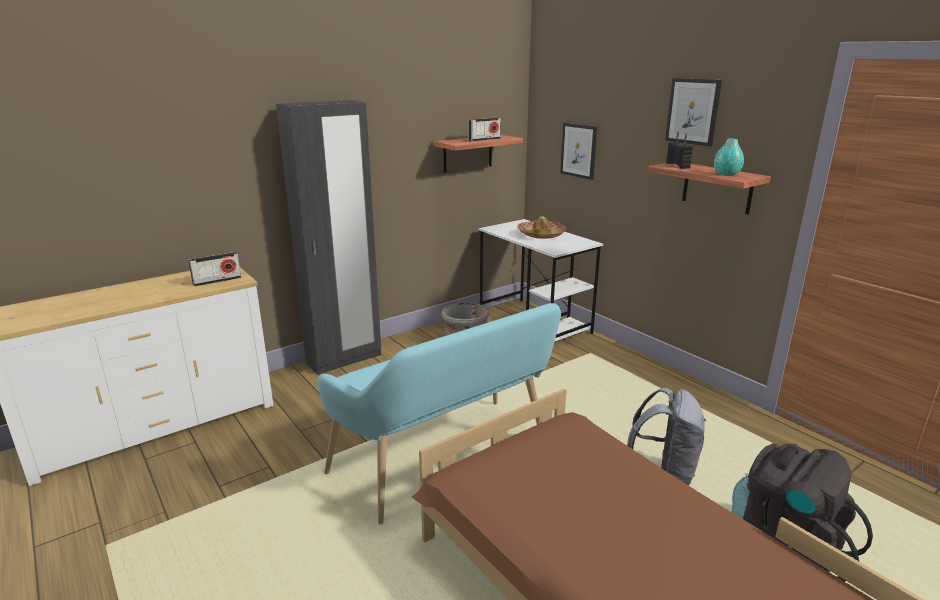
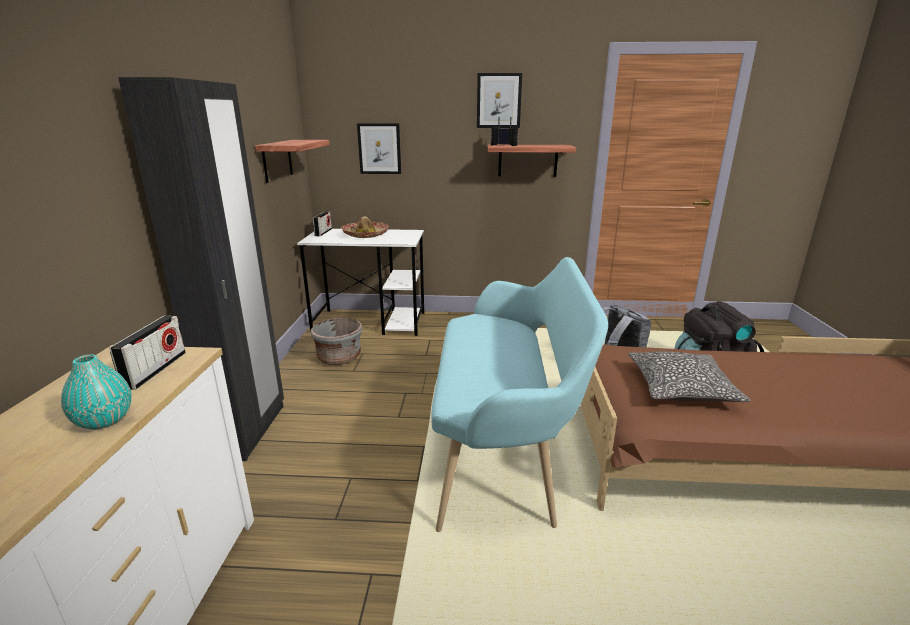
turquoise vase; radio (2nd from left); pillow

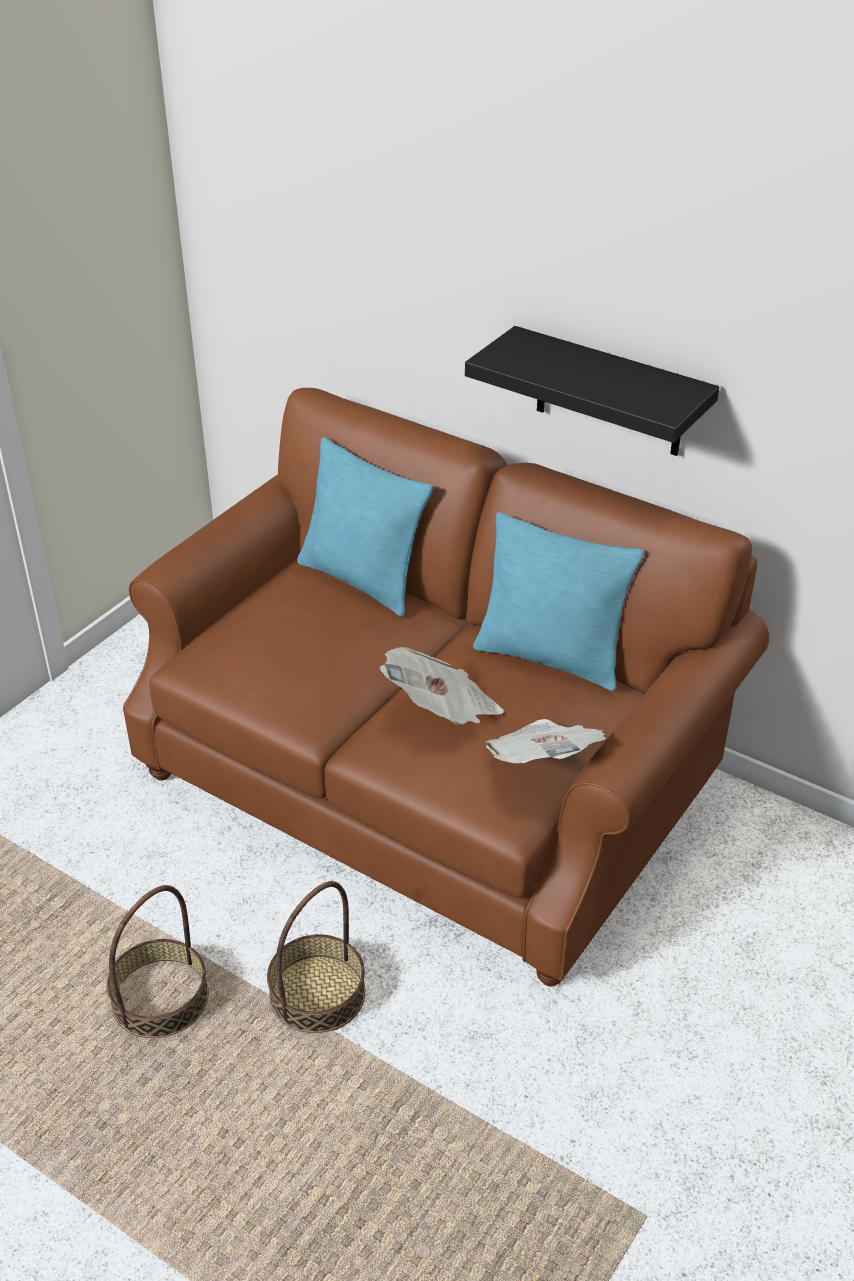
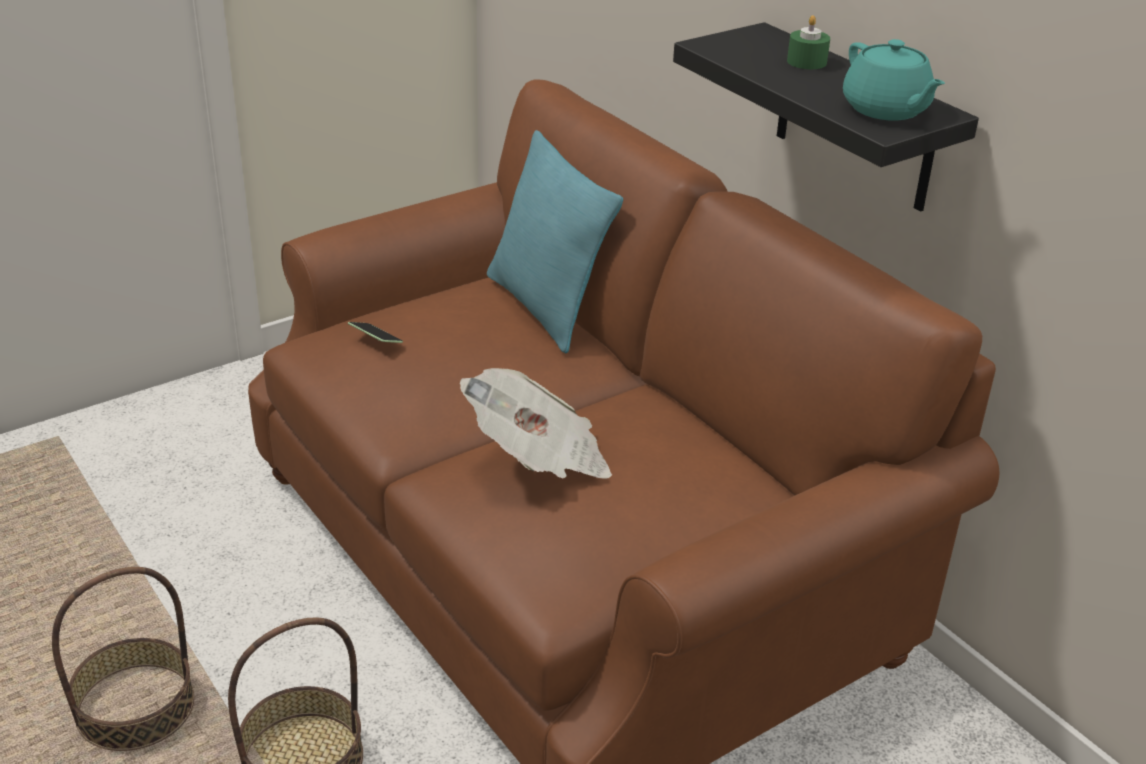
phone; green candle; turquoise teapot; turquoise pillow (2nd from left in the first image); newspaper (2nd from left in the first image)

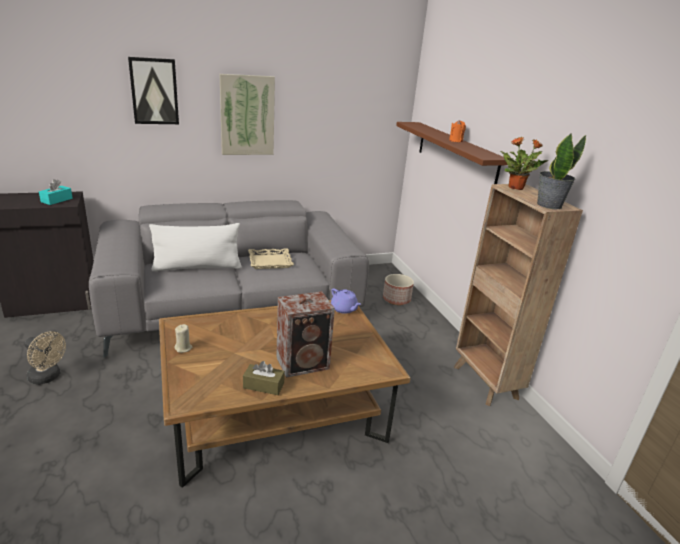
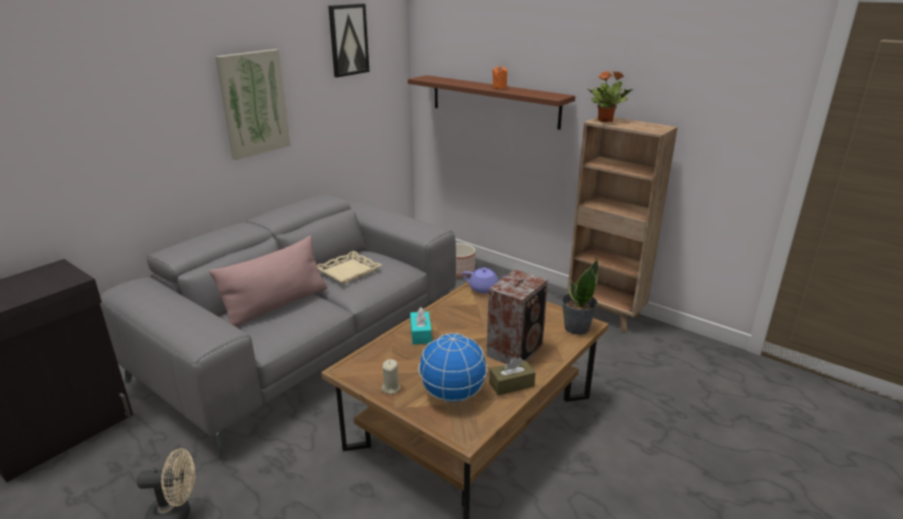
pink pillow; picture (2nd from left); turquoise tissue box; globe; potted plant (1st from left)

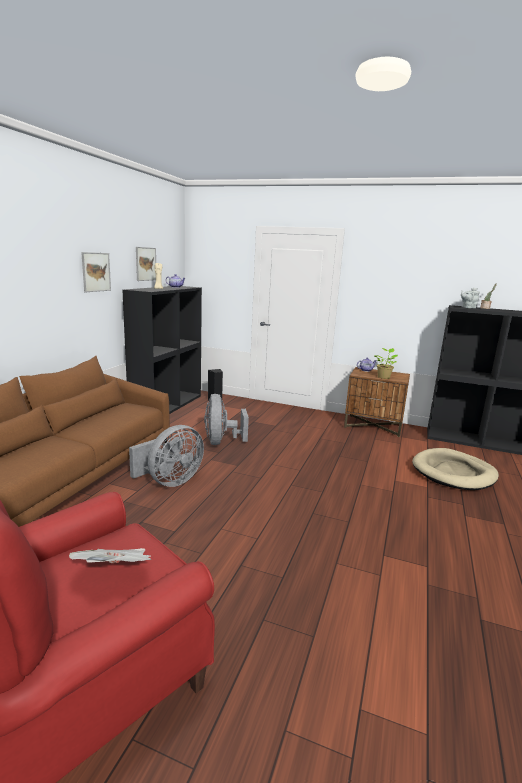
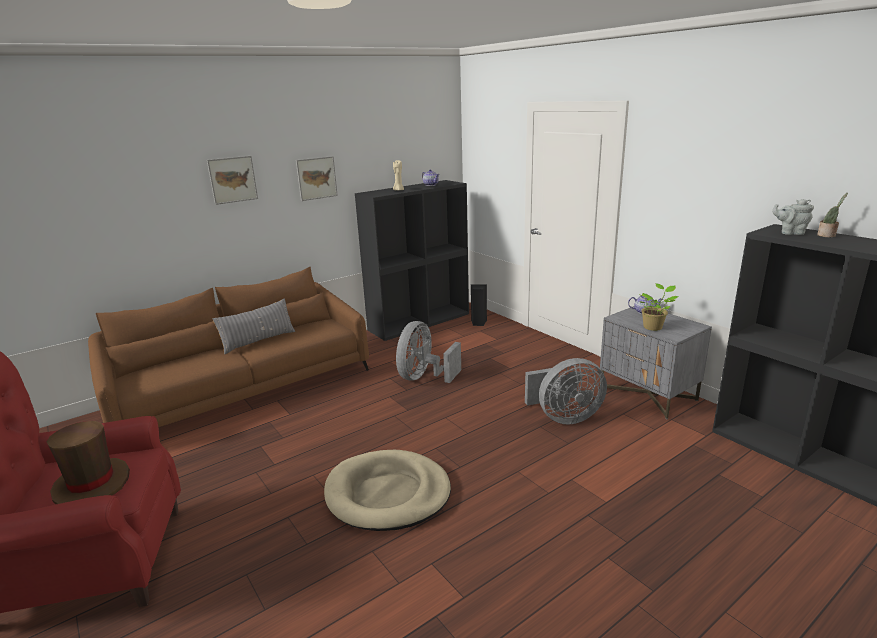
brown hat; picture (1st from left); grey pillow; beige dog bed; grey fan (2nd from left); grey nightstand

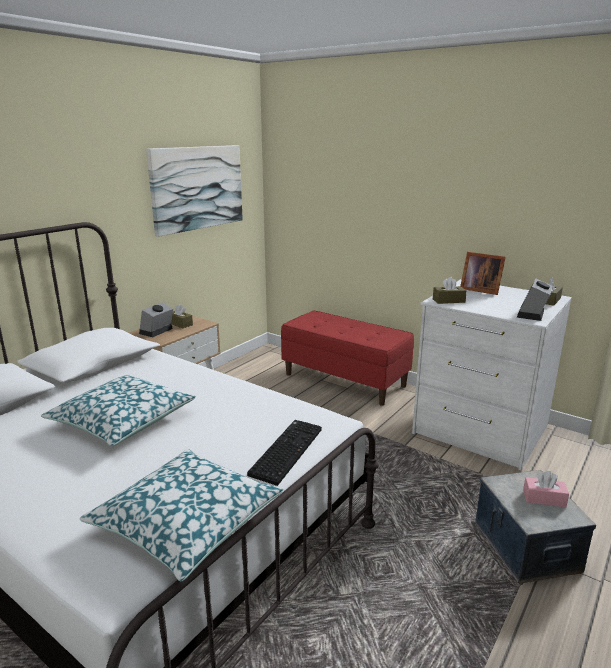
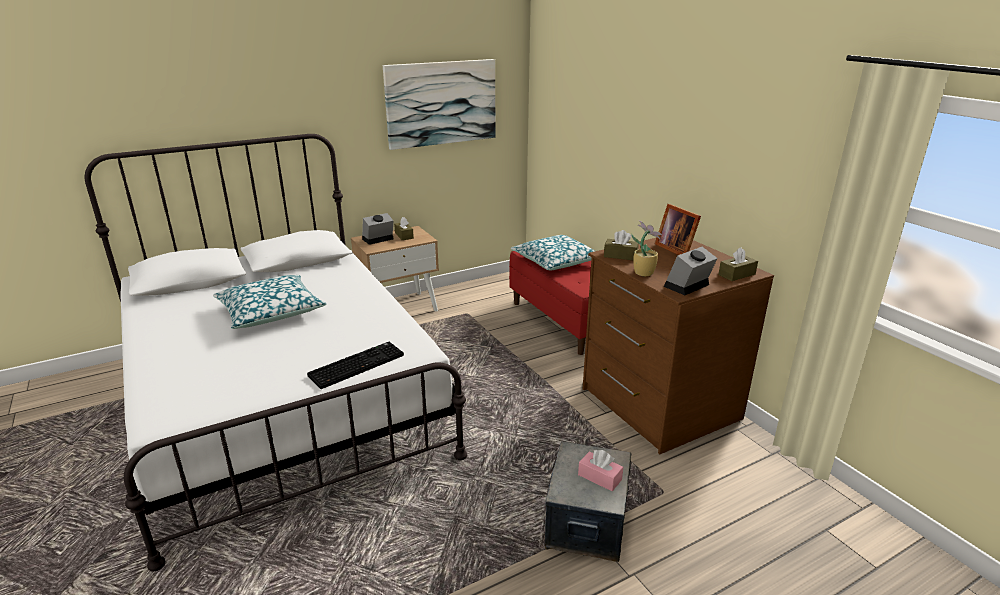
pillow (2nd from left); brown dresser; potted plant

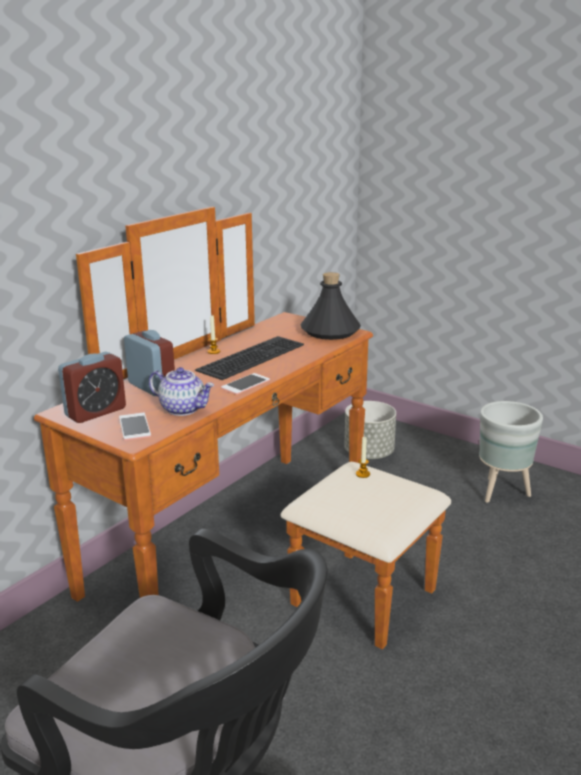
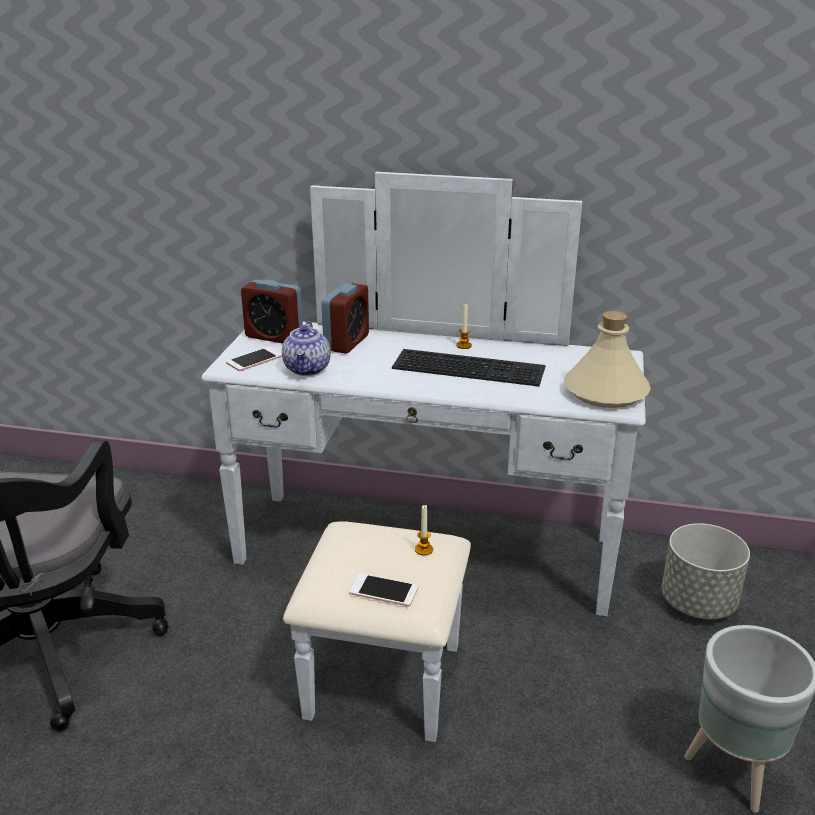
white dresser; phone (2nd from left); beige bottle

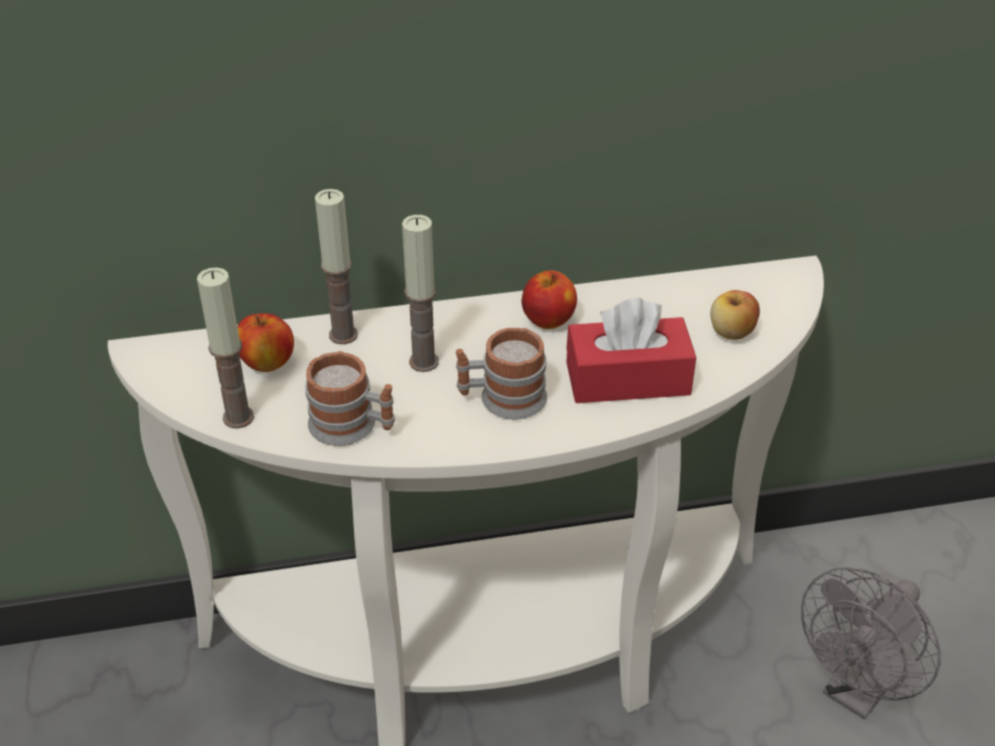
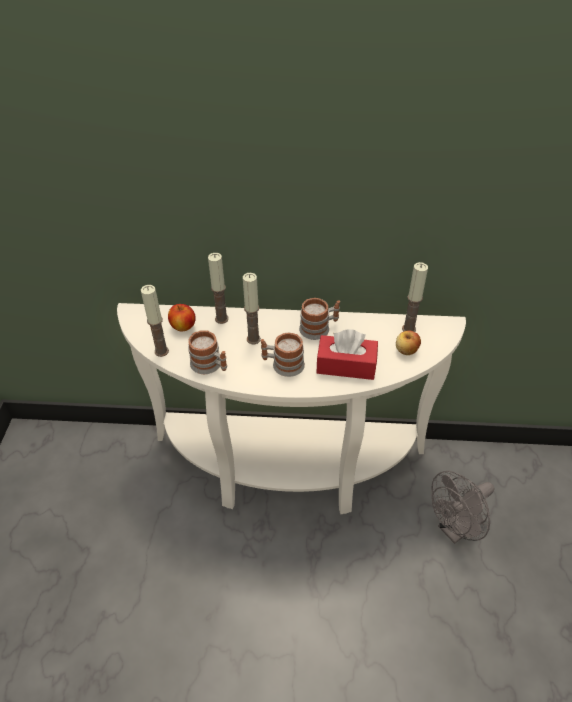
mug (3rd from left); candle (4th from left)

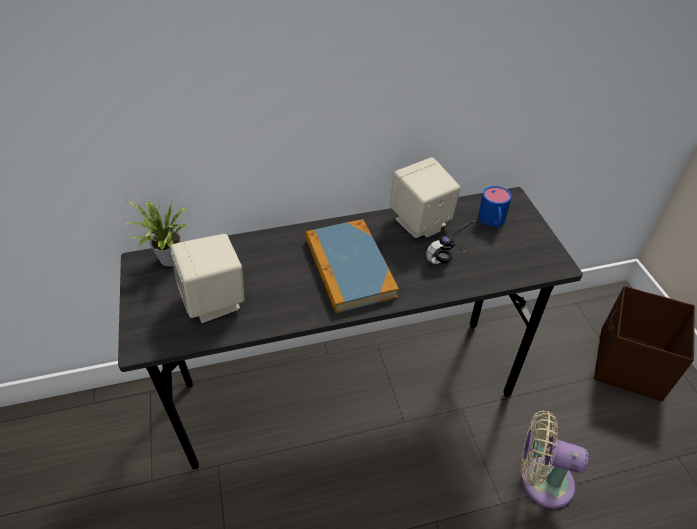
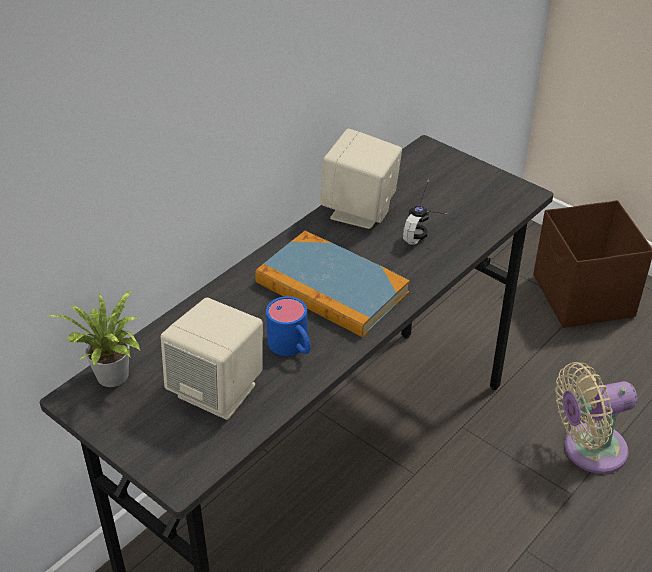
blue mug

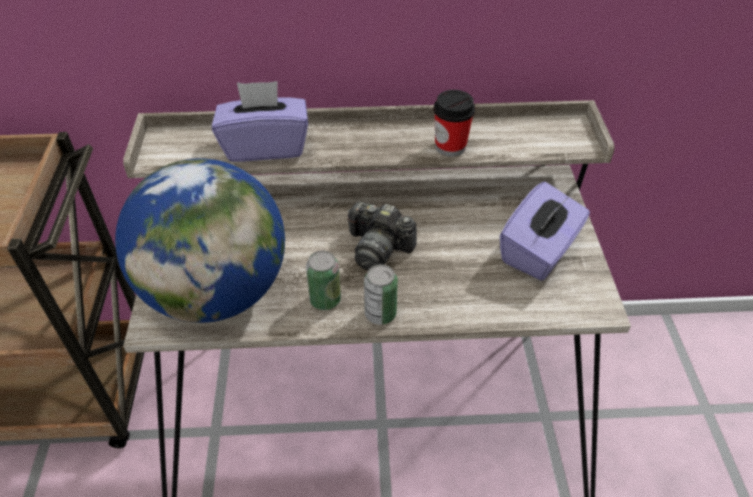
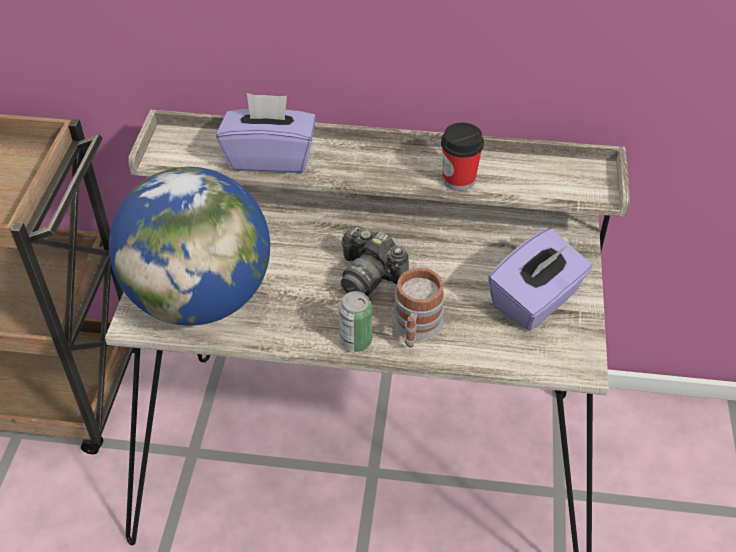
mug; can (1st from left in the first image)

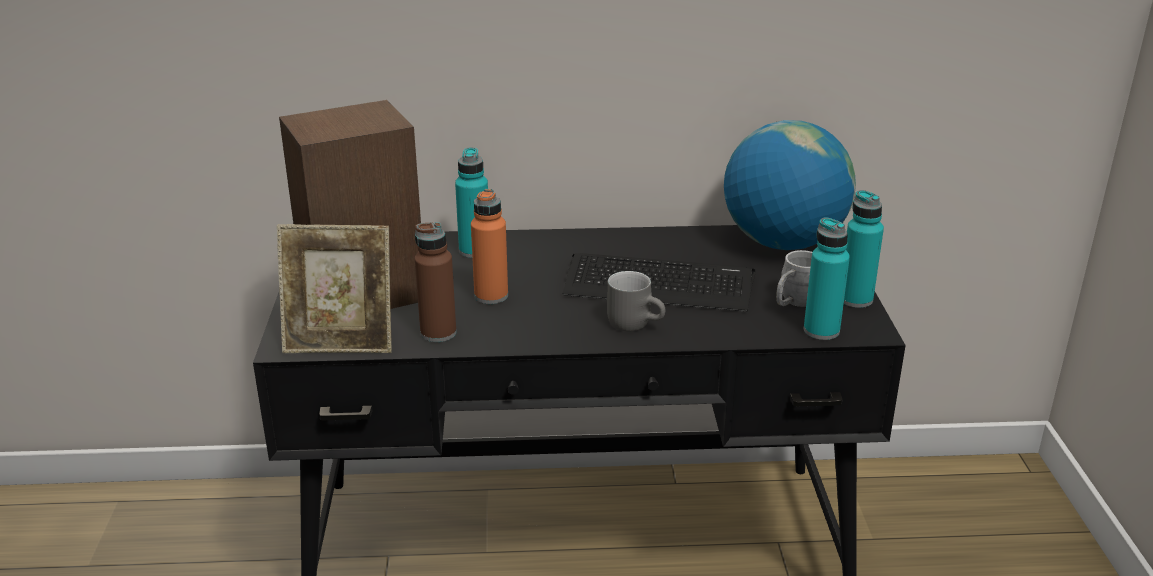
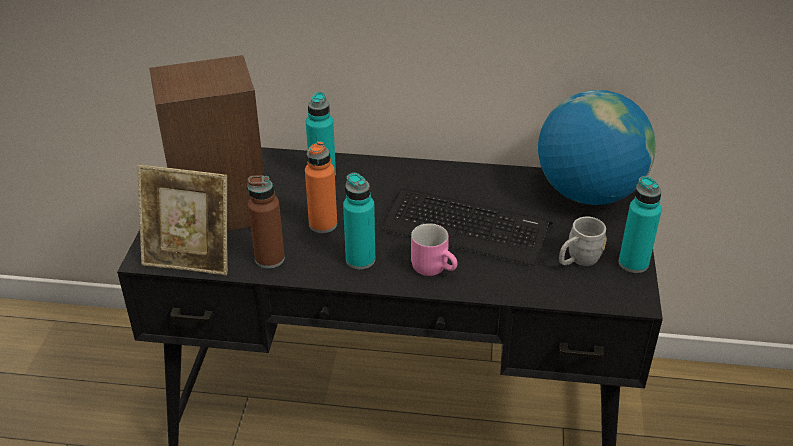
turquoise bottle (2nd from left); pink mug

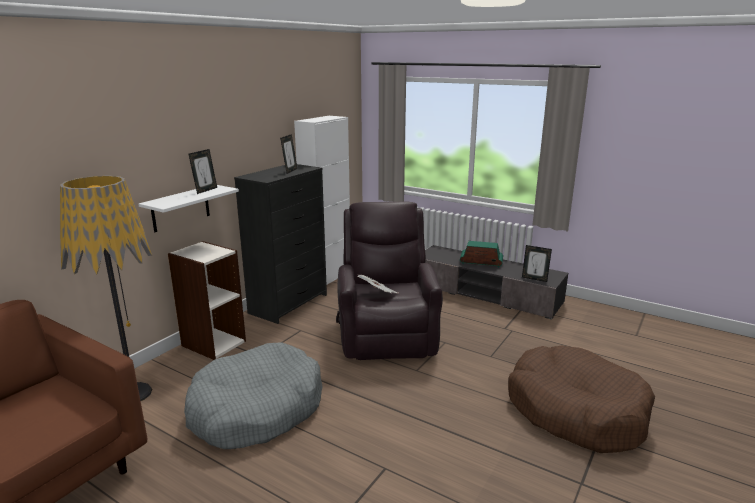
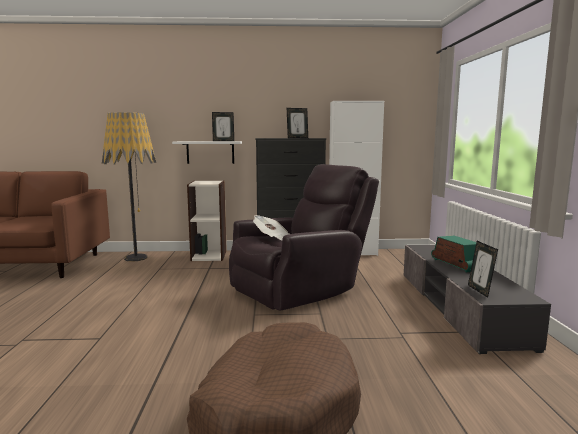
grey dog bed

